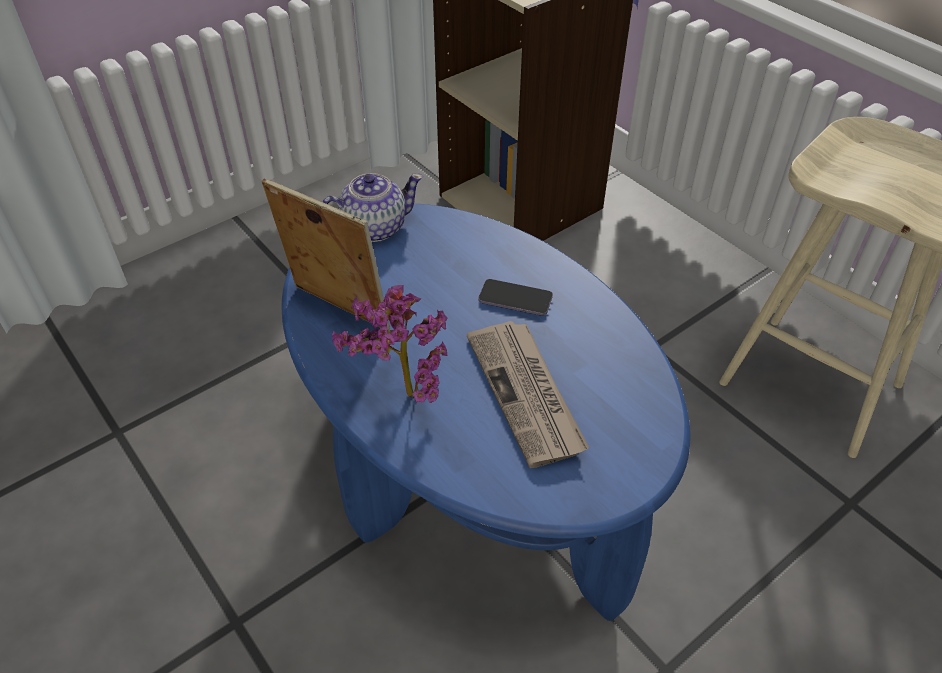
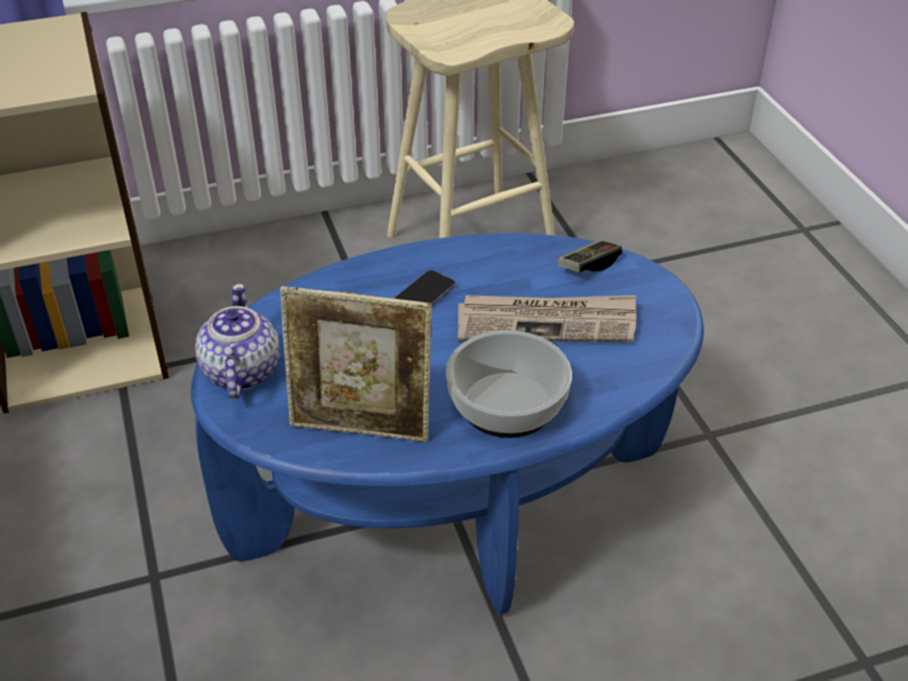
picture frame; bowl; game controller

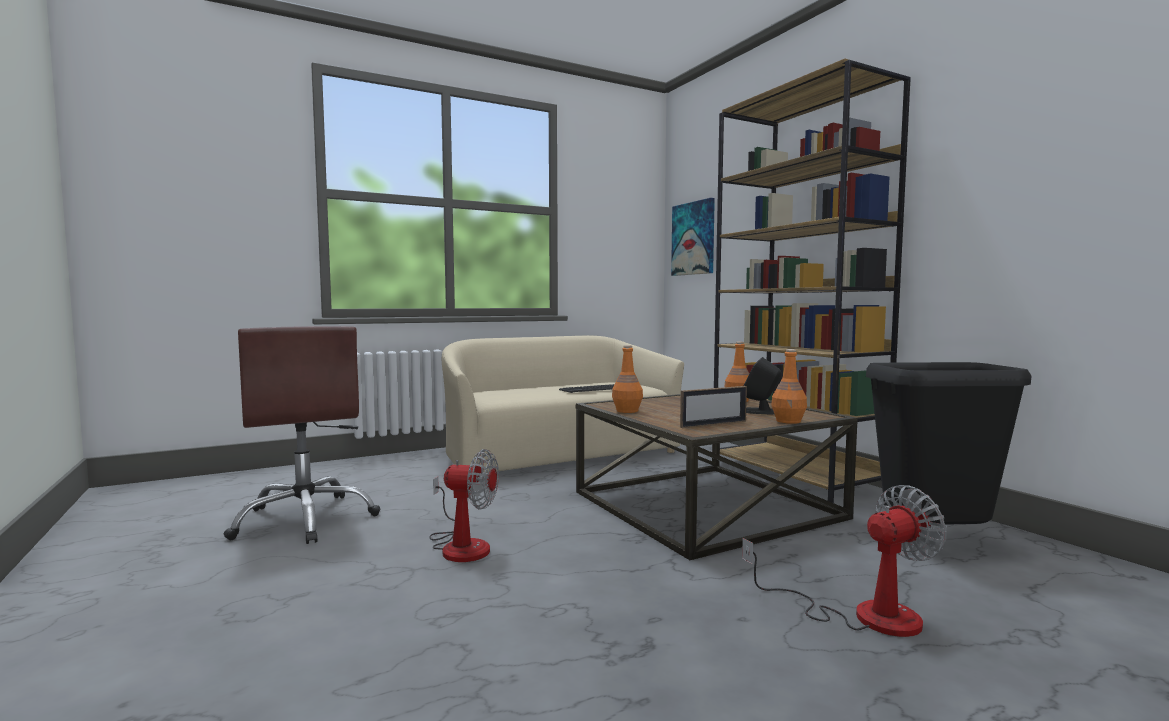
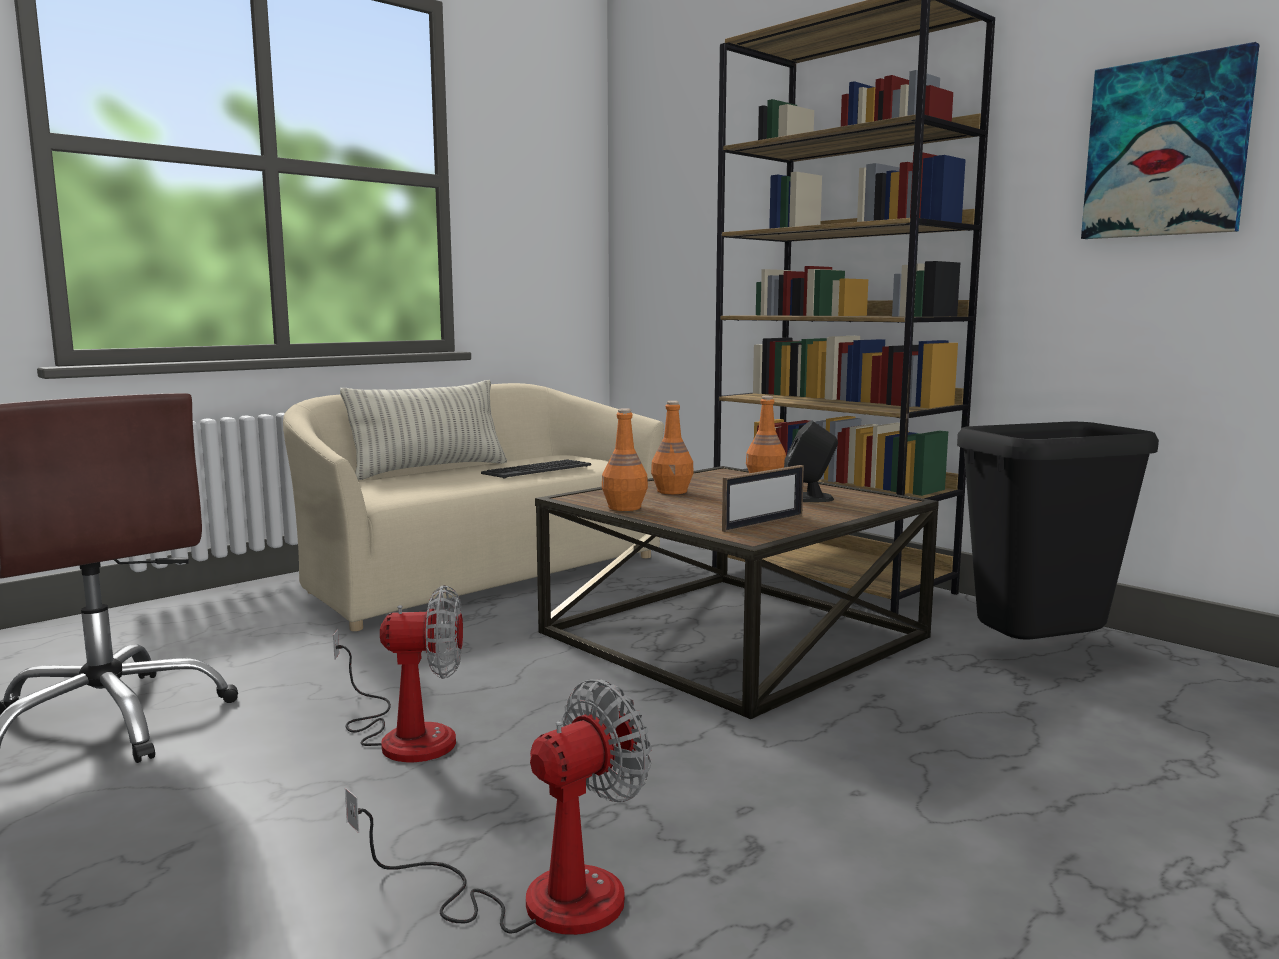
pillow; fan (2nd from left); orange bottle (2nd from left); picture

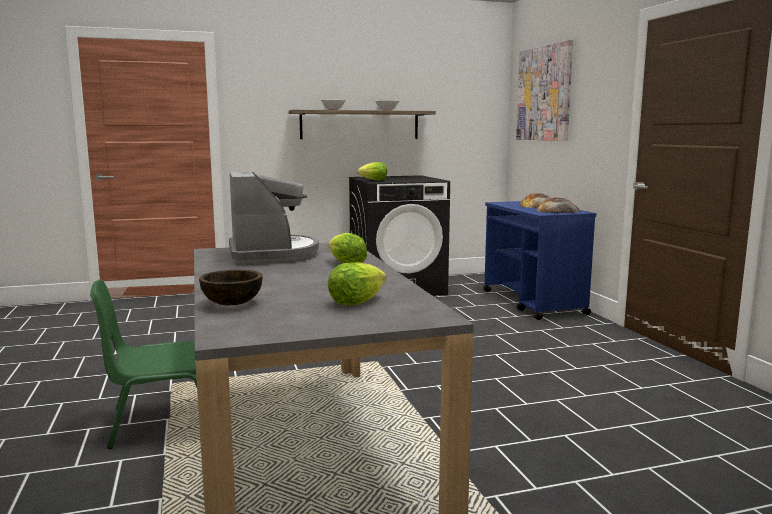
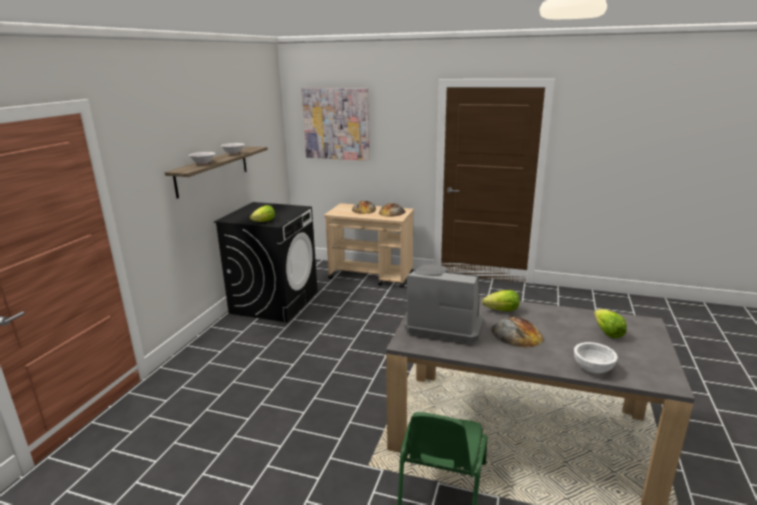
beige cart; bread (3rd from left); white bowl (3rd from left)

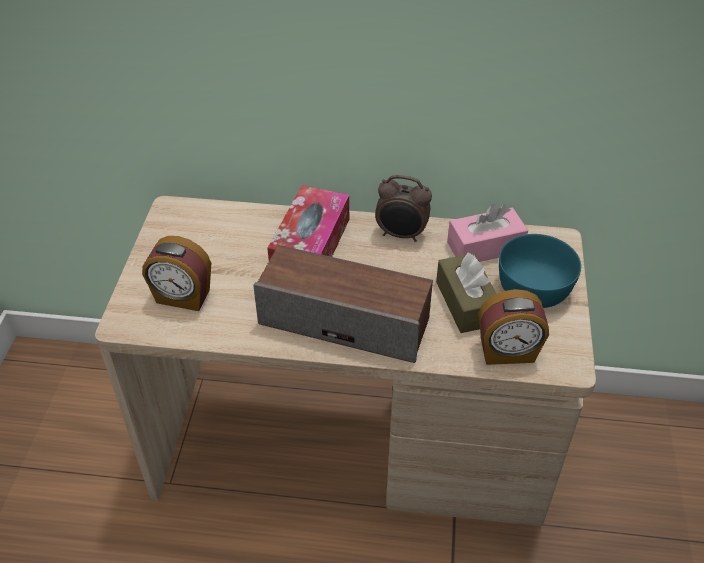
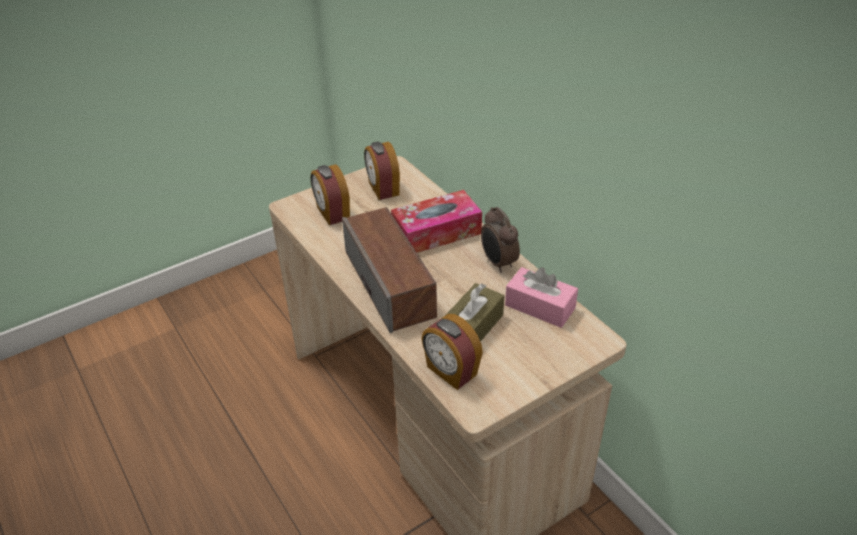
alarm clock (2nd from left); turquoise bowl

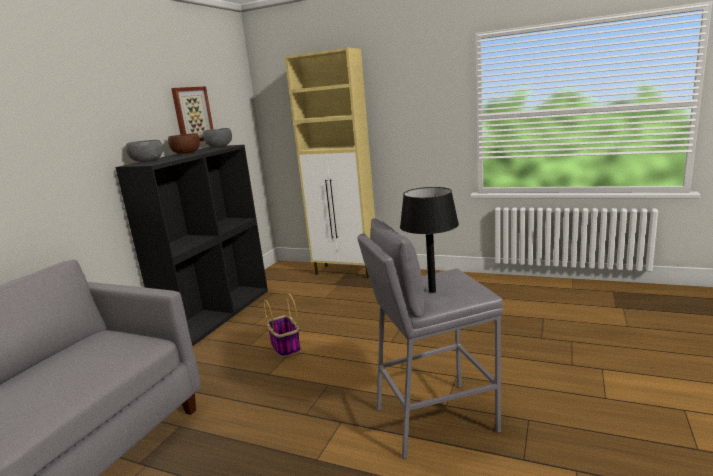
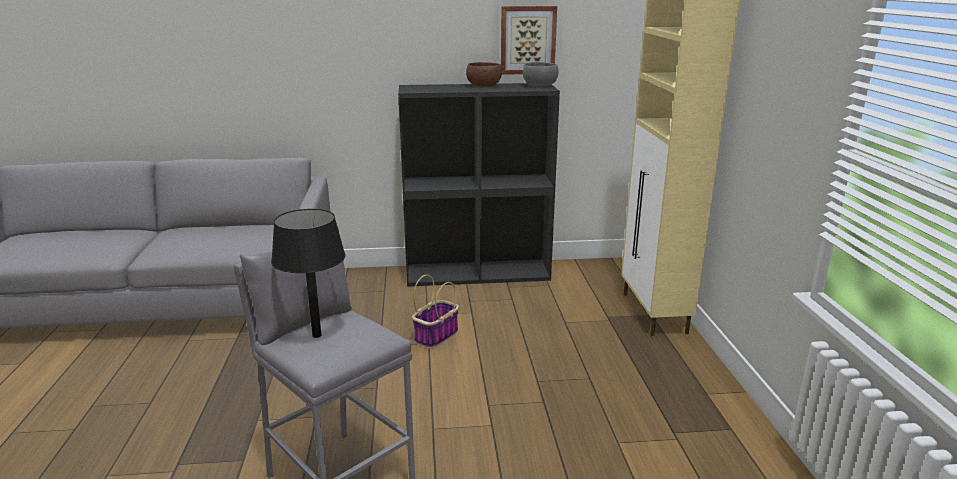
grey bowl (1st from left in the first image)

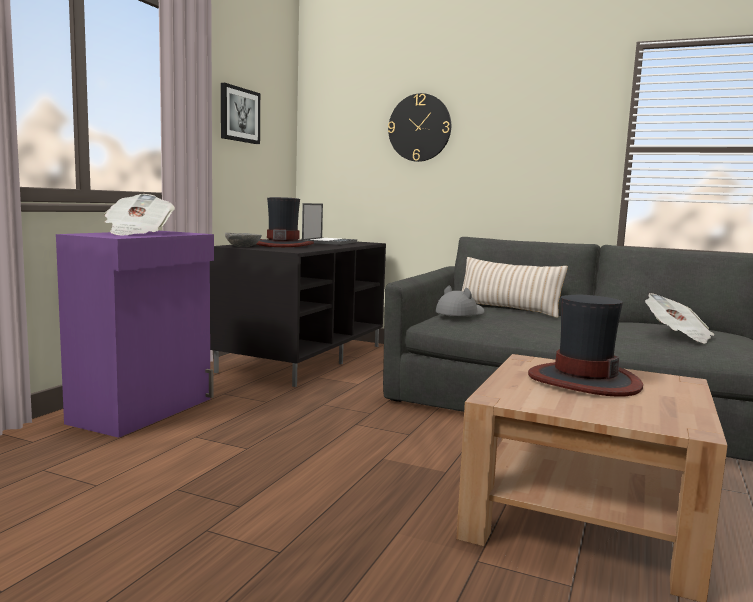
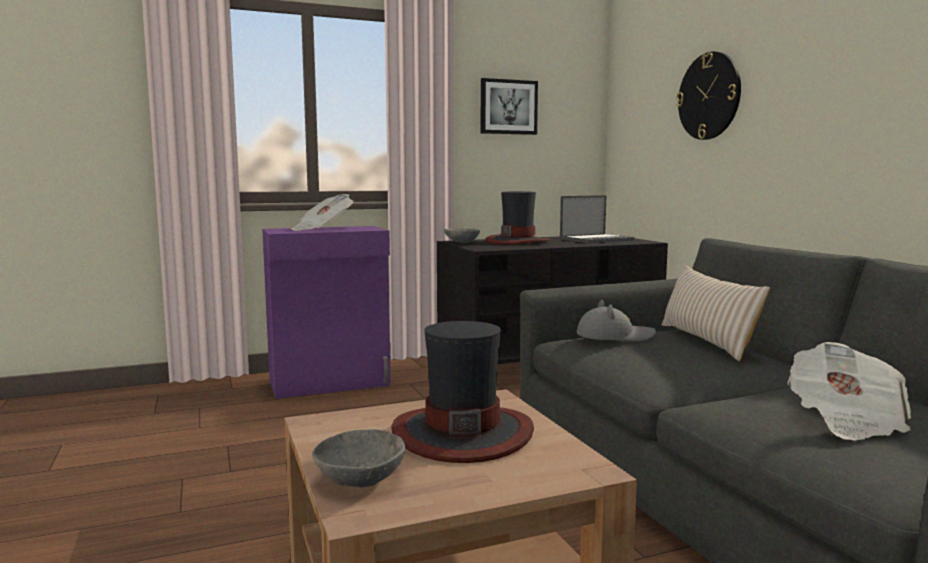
grey bowl (1st from left)

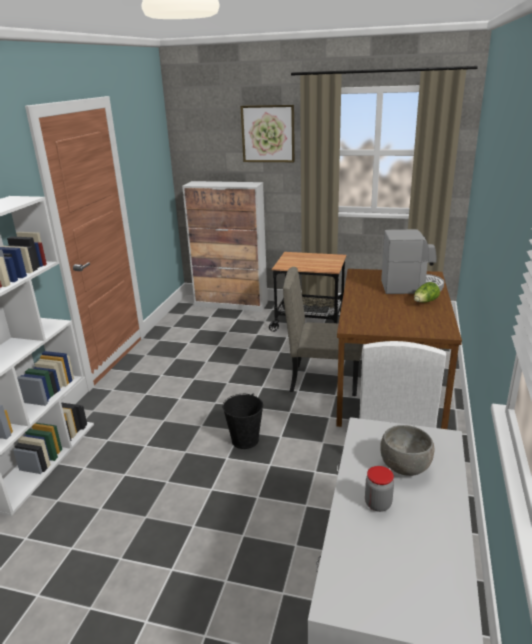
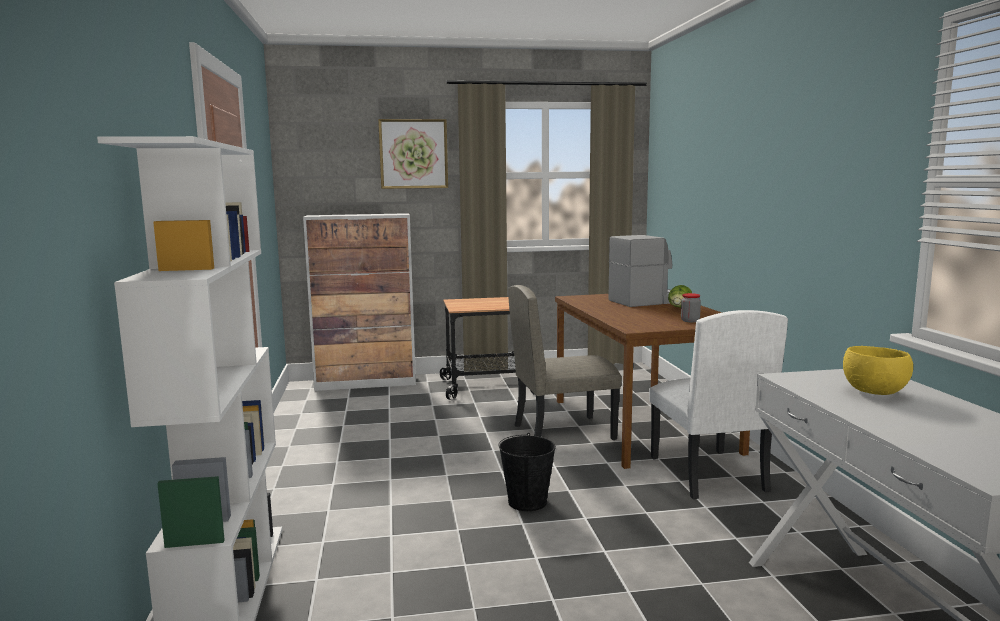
jar; yellow bowl

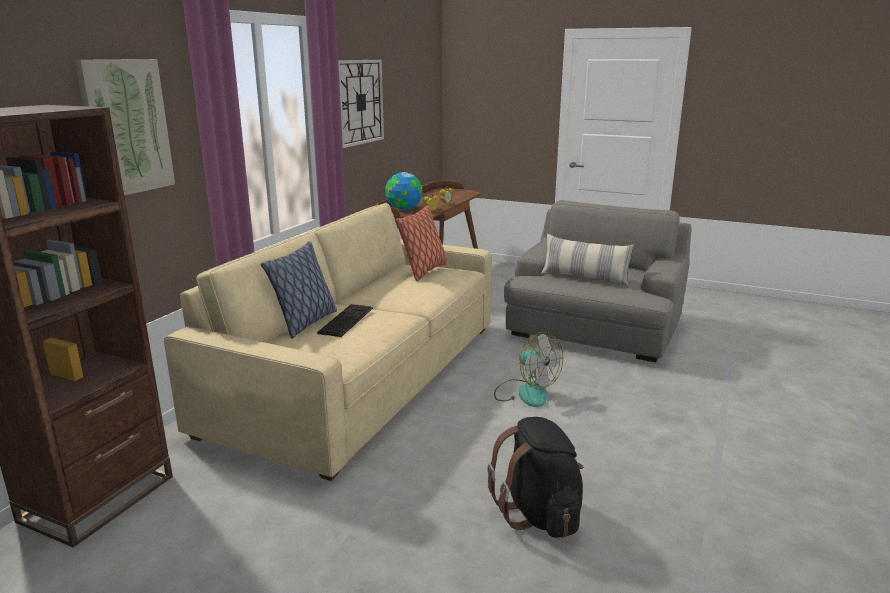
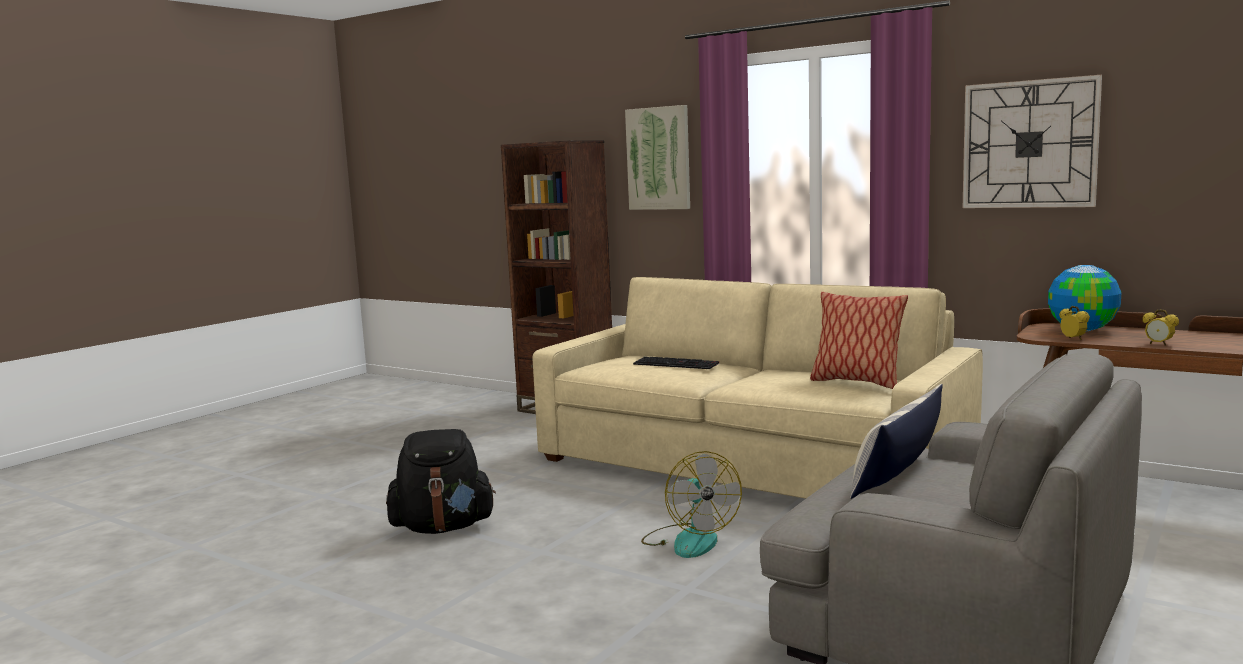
fan; pillow (1st from left in the first image)

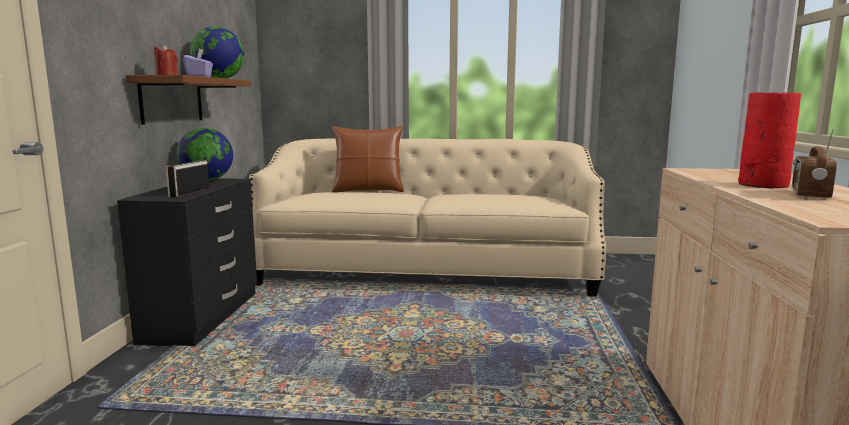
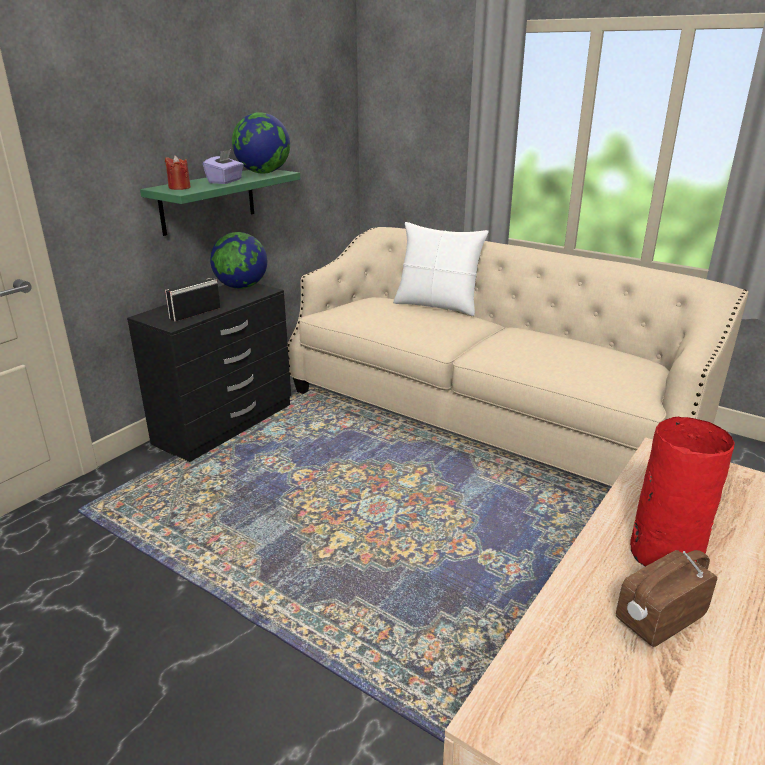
green shelf; white pillow

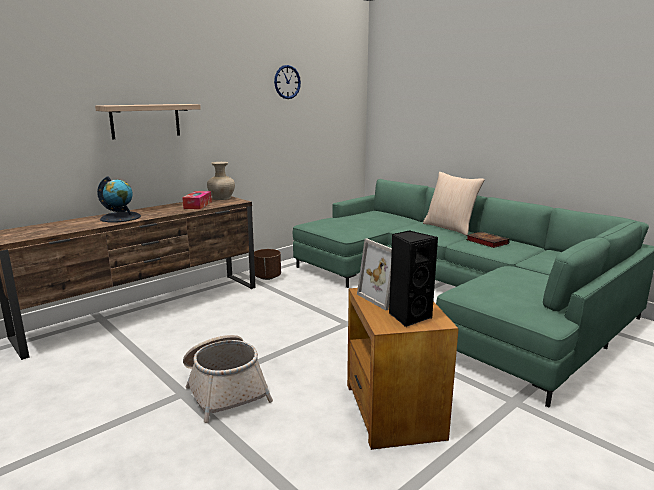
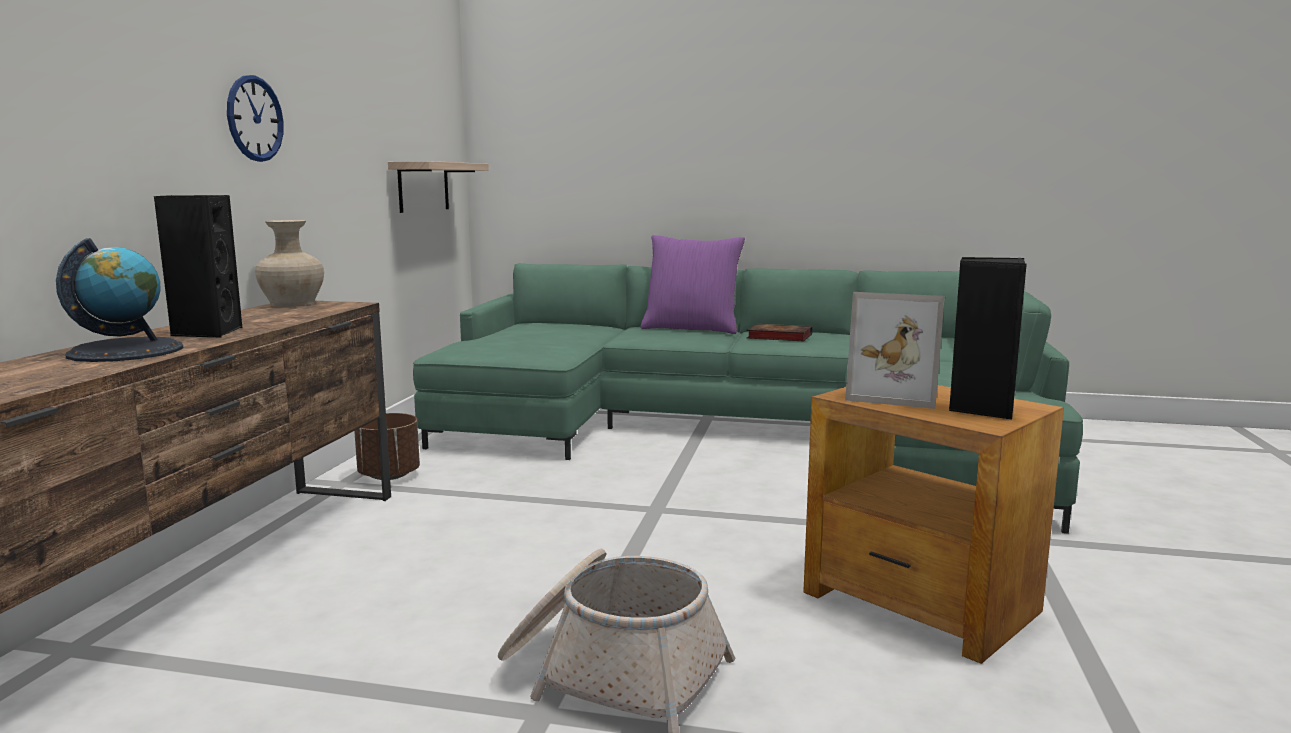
black speaker (1st from left); wall clock; shelf; purple pillow; tissue box

